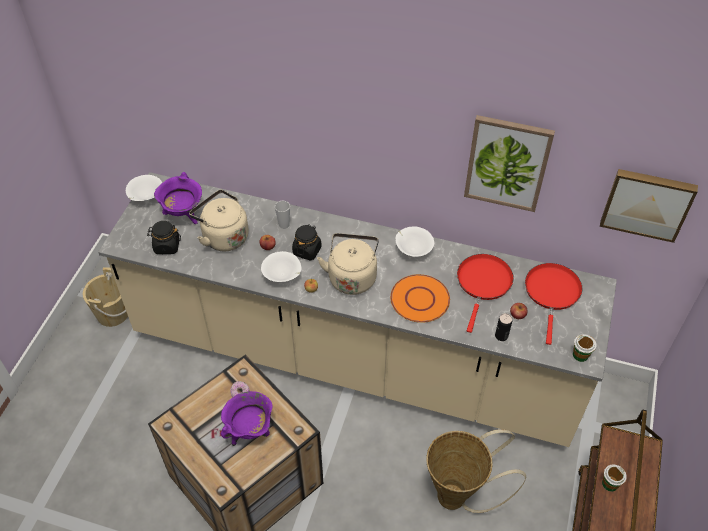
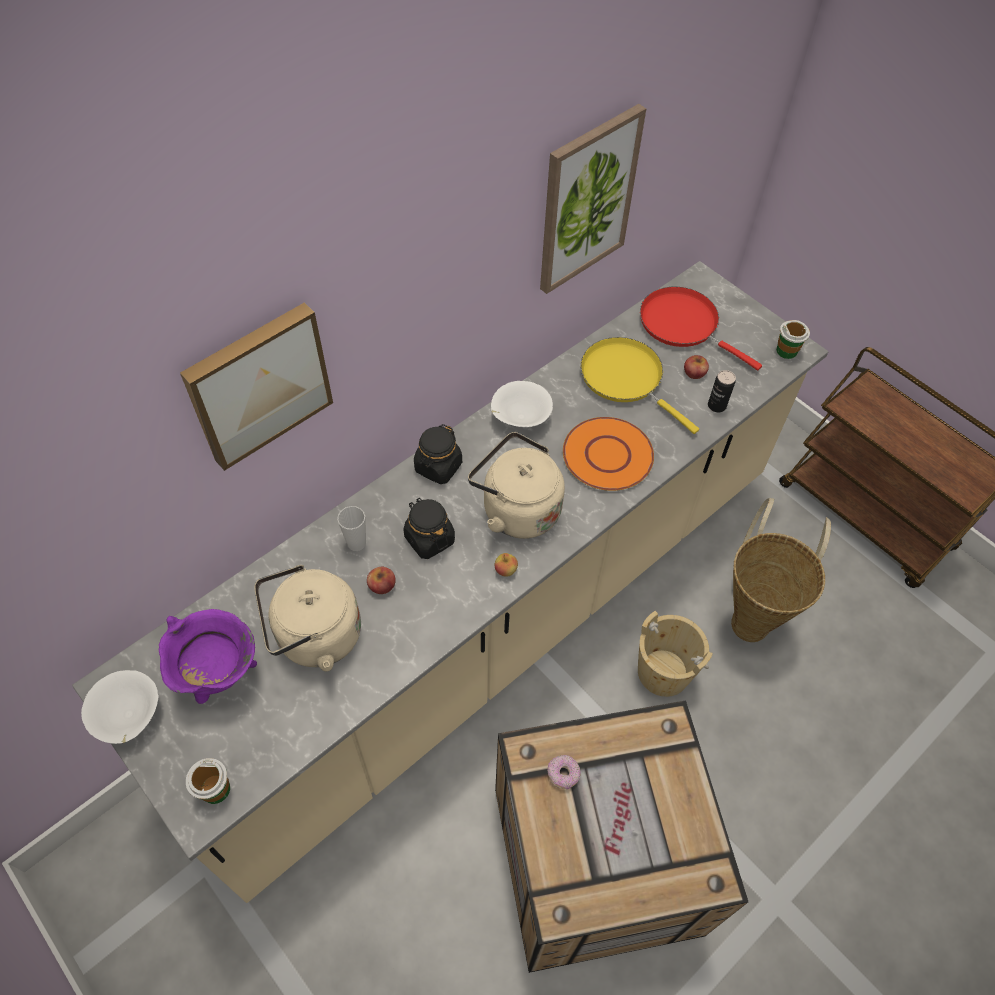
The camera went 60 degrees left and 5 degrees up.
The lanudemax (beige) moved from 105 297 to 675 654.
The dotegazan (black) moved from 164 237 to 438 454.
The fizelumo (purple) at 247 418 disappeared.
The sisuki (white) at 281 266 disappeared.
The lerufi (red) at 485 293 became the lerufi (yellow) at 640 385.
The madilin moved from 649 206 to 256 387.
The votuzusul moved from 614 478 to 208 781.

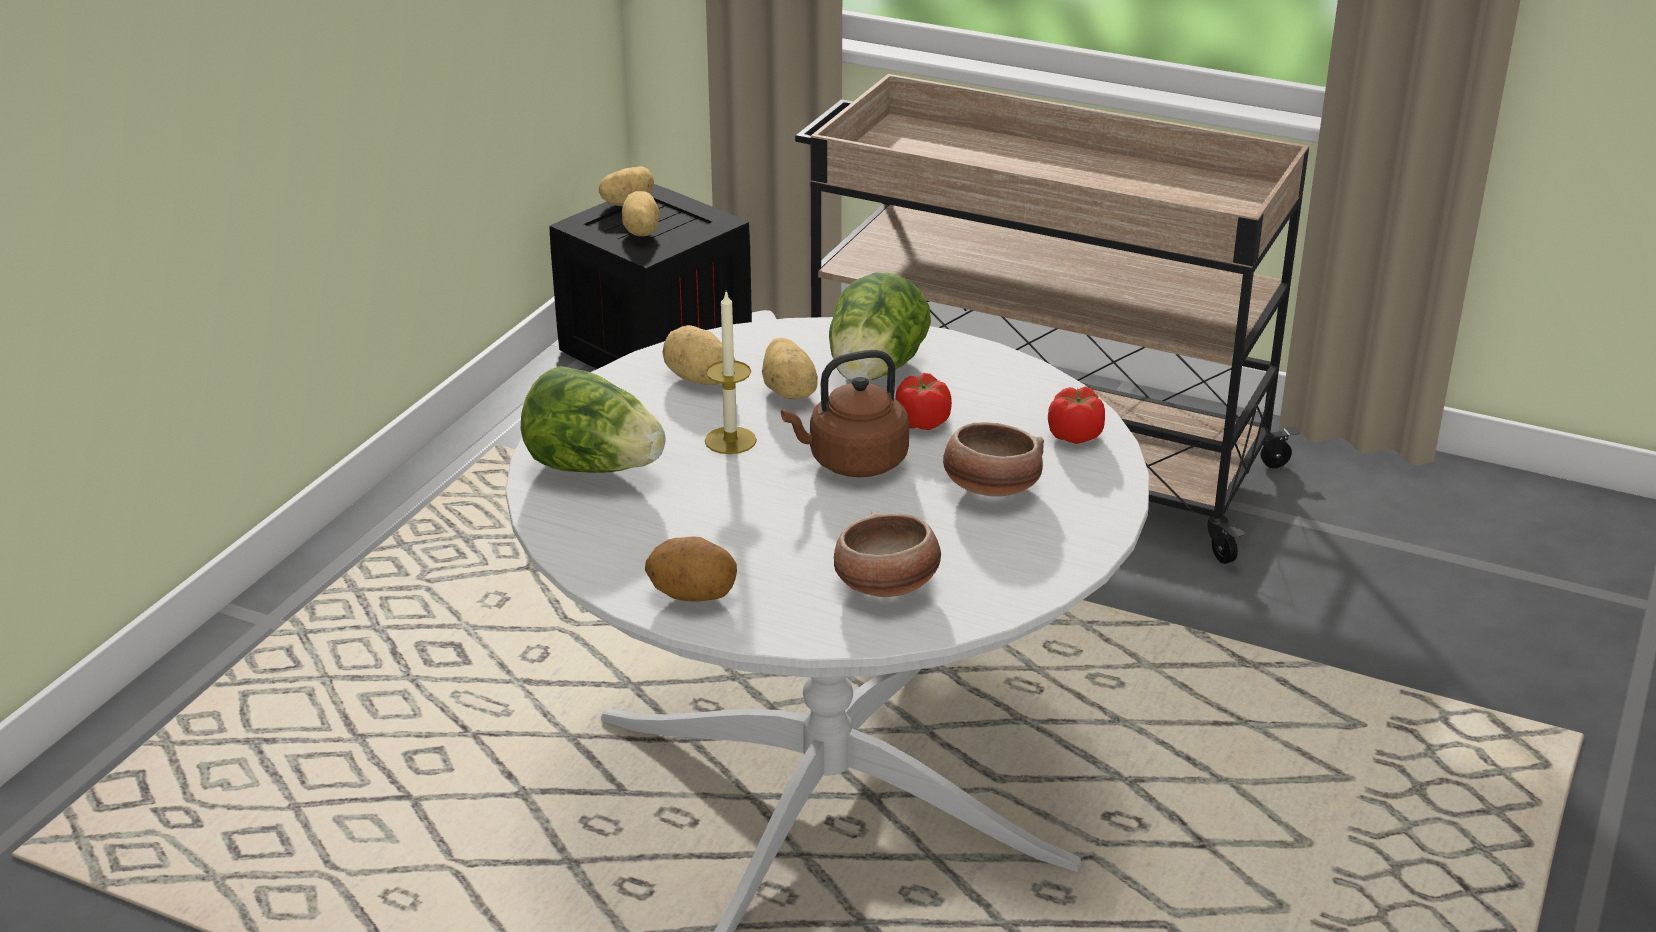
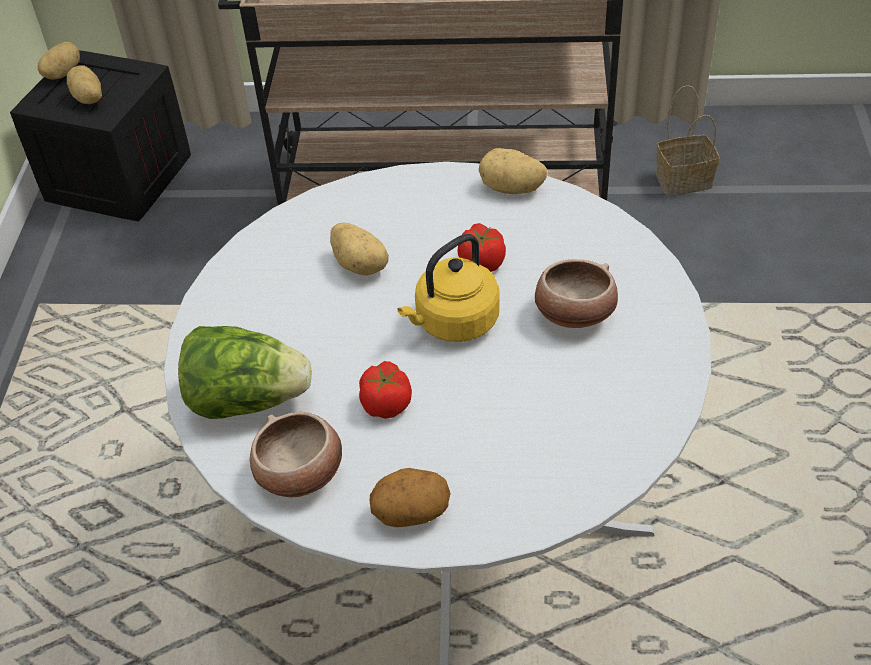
The camera went 20 degrees left and 15 degrees up.
The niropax moved from 699 355 to 513 171.
The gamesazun at 731 372 disappeared.
The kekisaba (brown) at 845 413 became the kekisaba (yellow) at 448 288.
The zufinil at 880 326 disappeared.
The sisuki moved from 887 554 to 296 454.
The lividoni moved from 1076 415 to 385 390.
The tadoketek at 688 140 appeared.

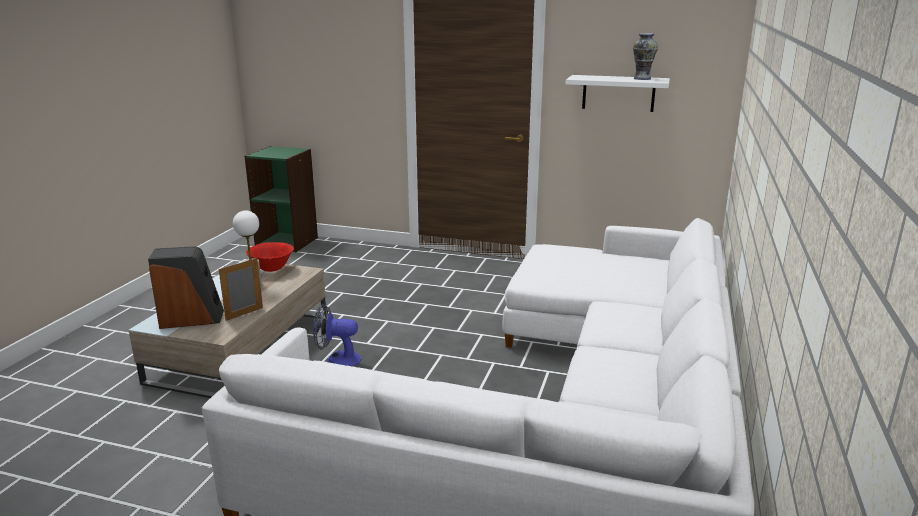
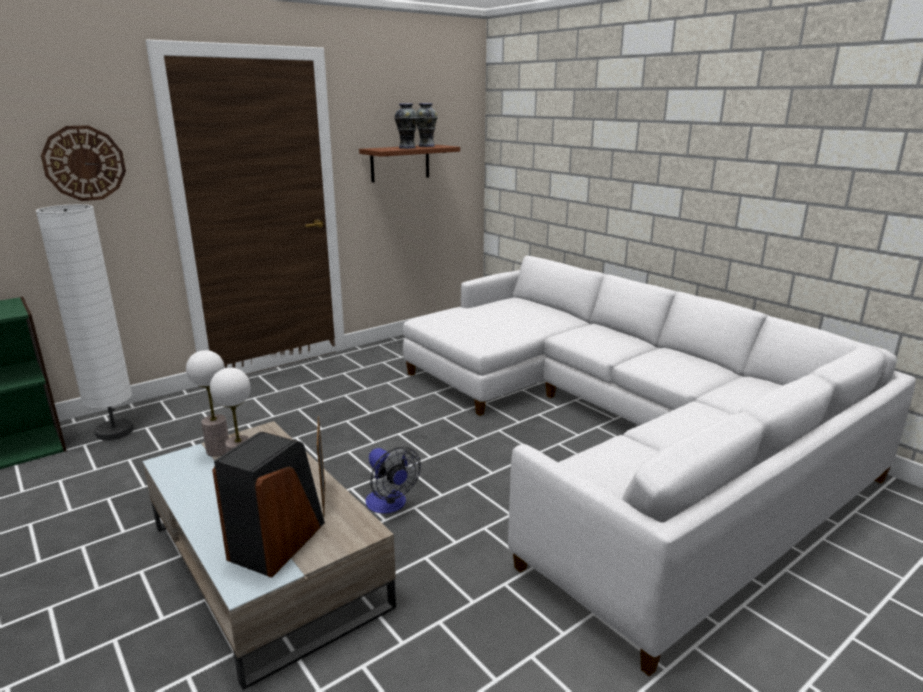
The camera went 55 degrees left and 0 degrees up.
The sisuki (red) at 270 257 was replaced by the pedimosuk at 207 403.
The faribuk at 337 335 turned 75 degrees counterclockwise.
The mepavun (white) at 618 93 became the mepavun (brown) at 409 163.
The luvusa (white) at 84 322 appeared.
The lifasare at 83 163 appeared.
The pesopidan at 406 126 appeared.

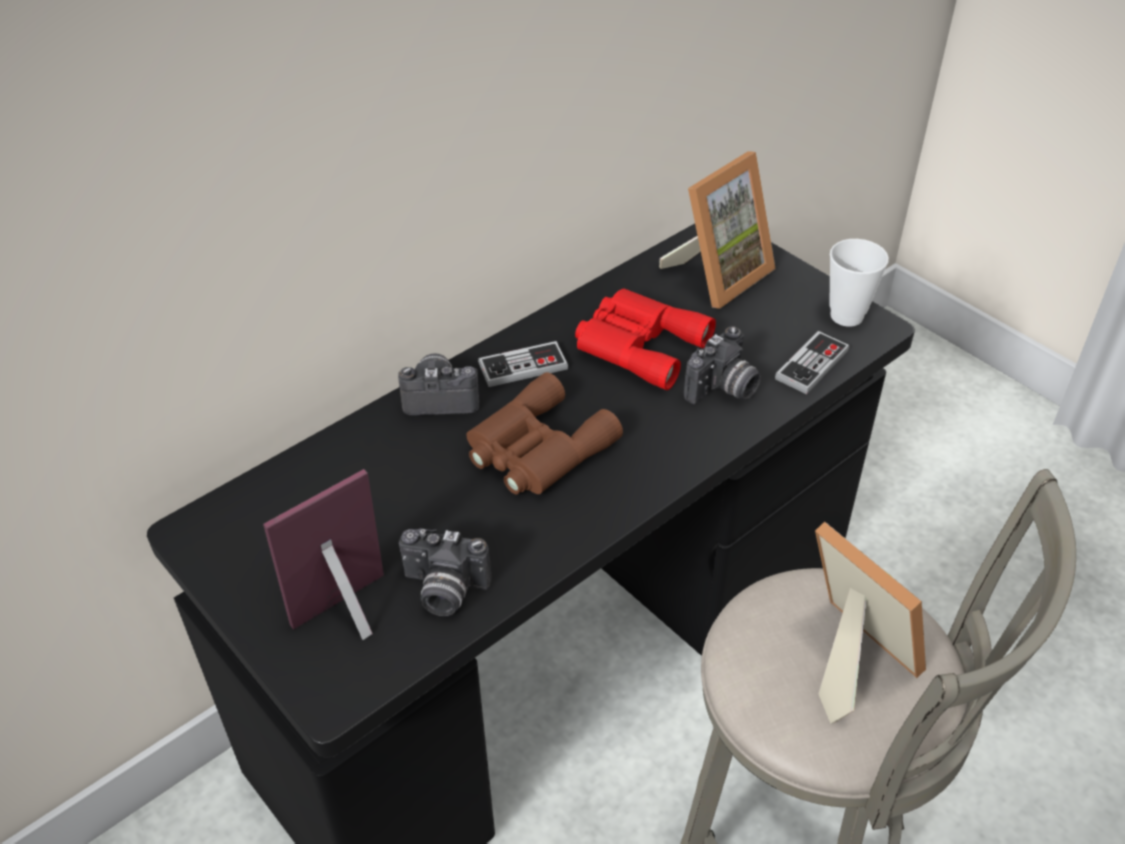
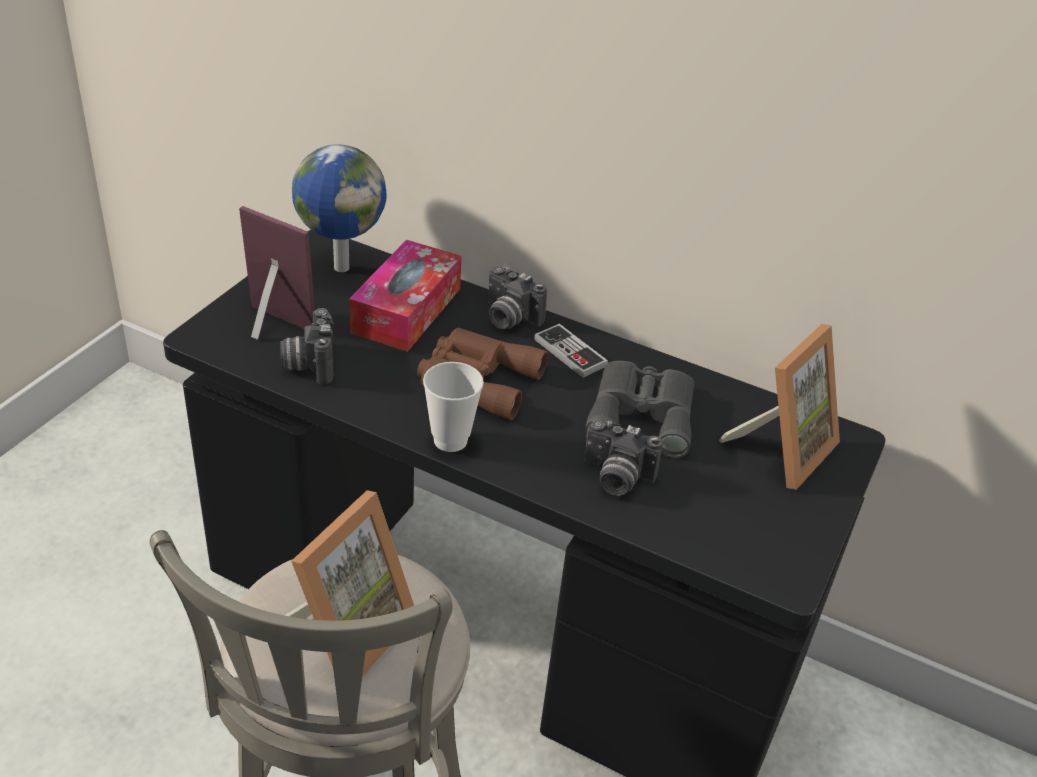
The camera went 65 degrees right and 5 degrees down.
The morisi at 438 384 turned 150 degrees clockwise.
The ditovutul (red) at 645 339 became the ditovutul (grey) at 639 409.
The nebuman at 717 230 turned 75 degrees counterclockwise.
The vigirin at 812 362 disappeared.
The votuzusul moved from 859 283 to 453 407.
The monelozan at 339 208 appeared.
The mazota at 405 296 appeared.

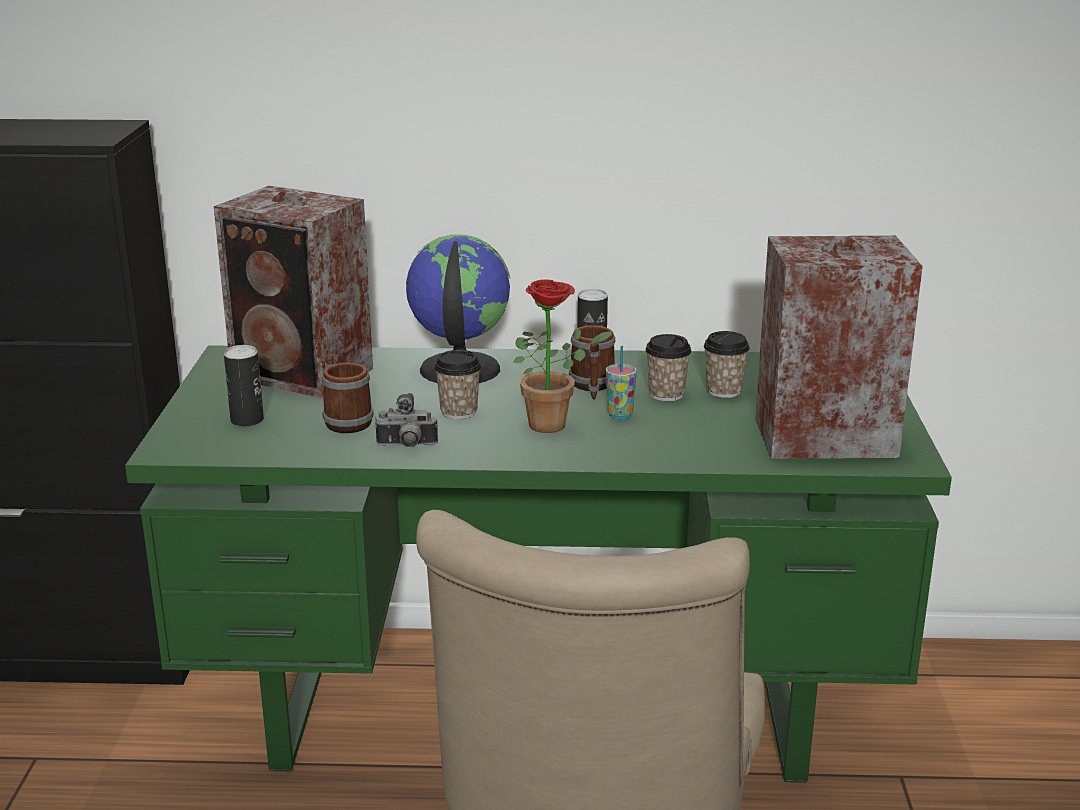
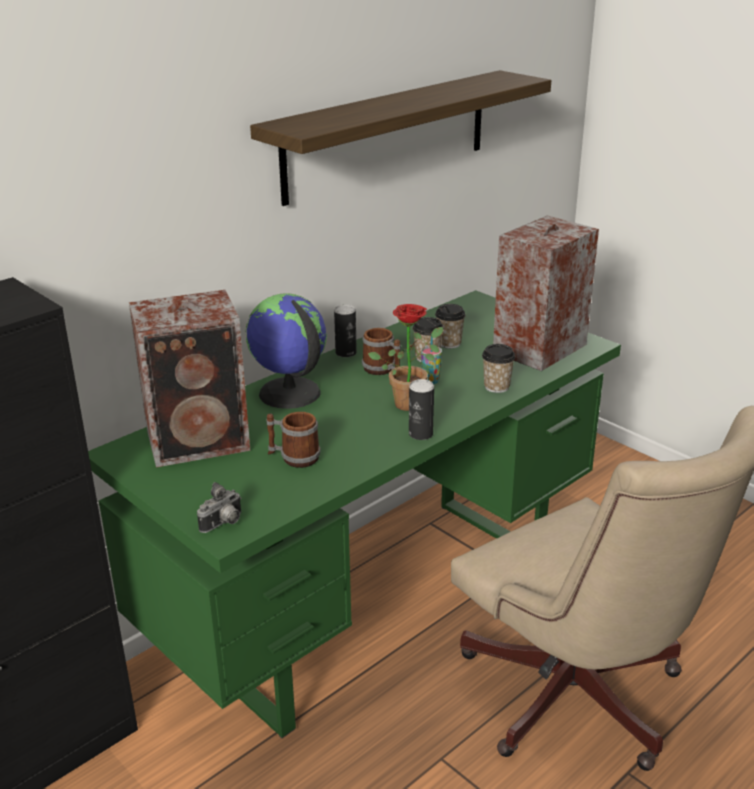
The camera went 45 degrees left and 5 degrees up.
The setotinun moved from 244 386 to 421 409.
The morisi moved from 406 420 to 219 507.
The votuzusul moved from 457 384 to 498 368.
The mepavun at 400 138 appeared.

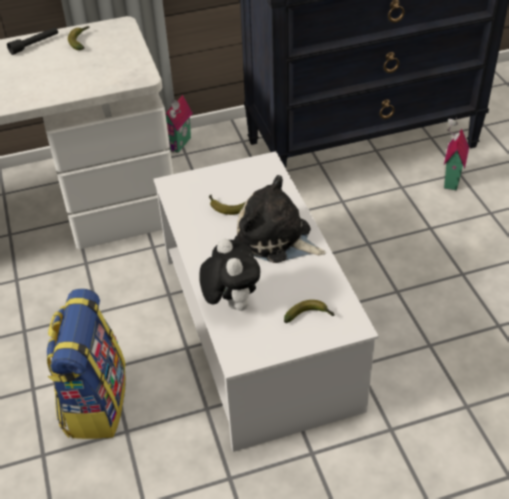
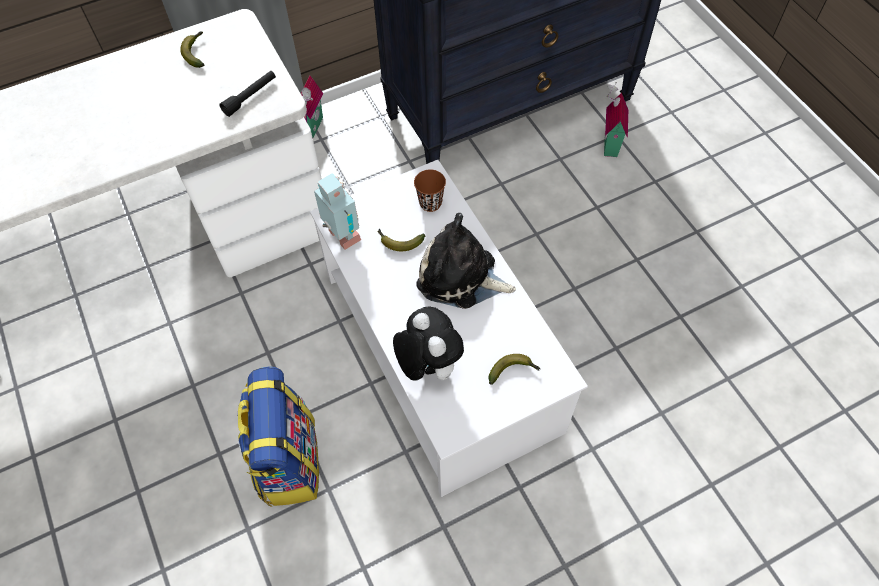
The camera went 10 degrees left and 15 degrees up.
The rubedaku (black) moved from 32 41 to 247 94.
The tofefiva at 337 211 appeared.
The votuzusul (brown) at 430 190 appeared.

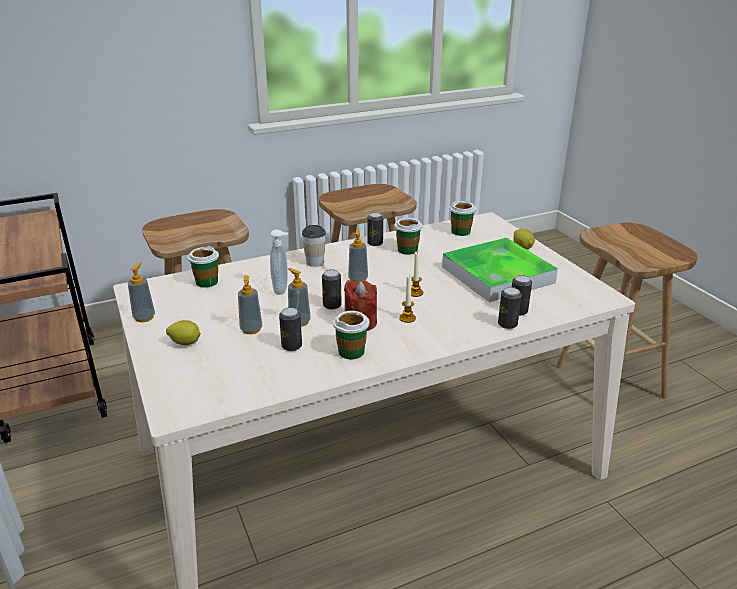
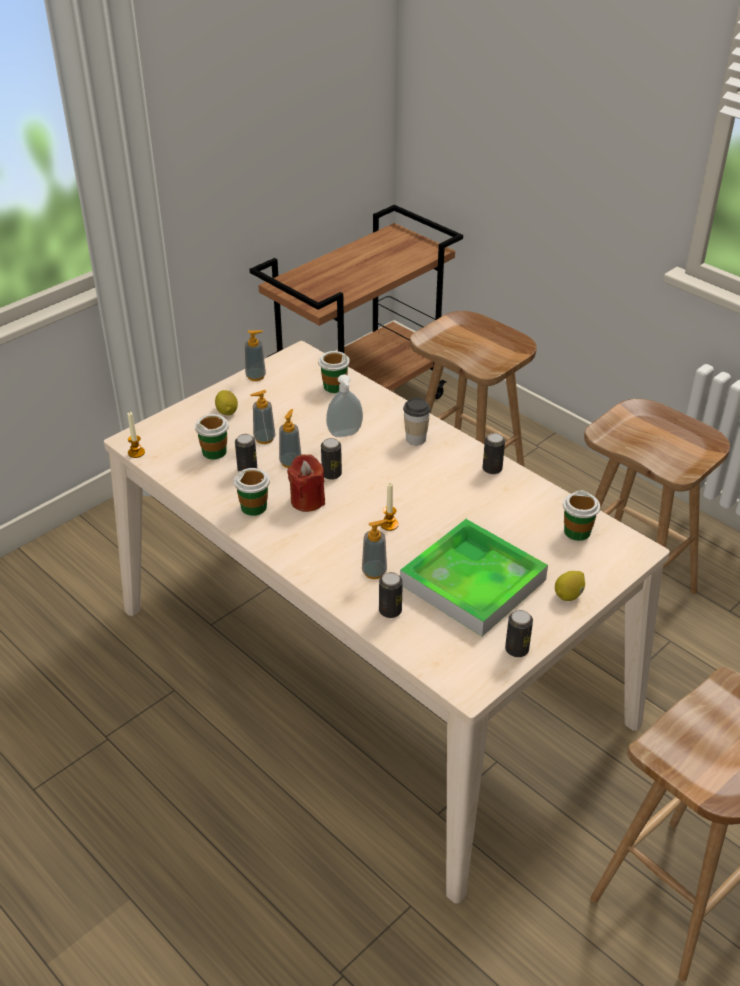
The camera went 70 degrees right and 10 degrees up.
The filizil moved from 358 255 to 374 549.
The votuzusul moved from 408 236 to 212 436.
The gamesazun moved from 407 299 to 136 435.
The setotinun moved from 510 308 to 519 633.

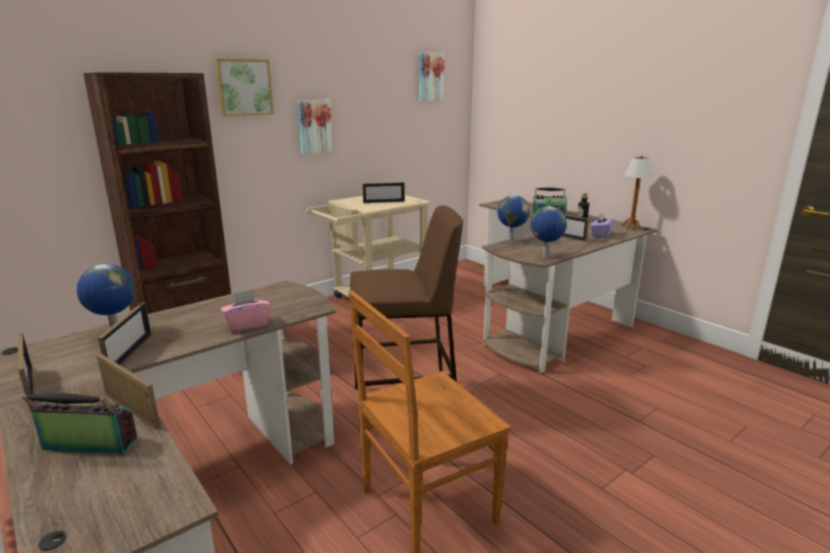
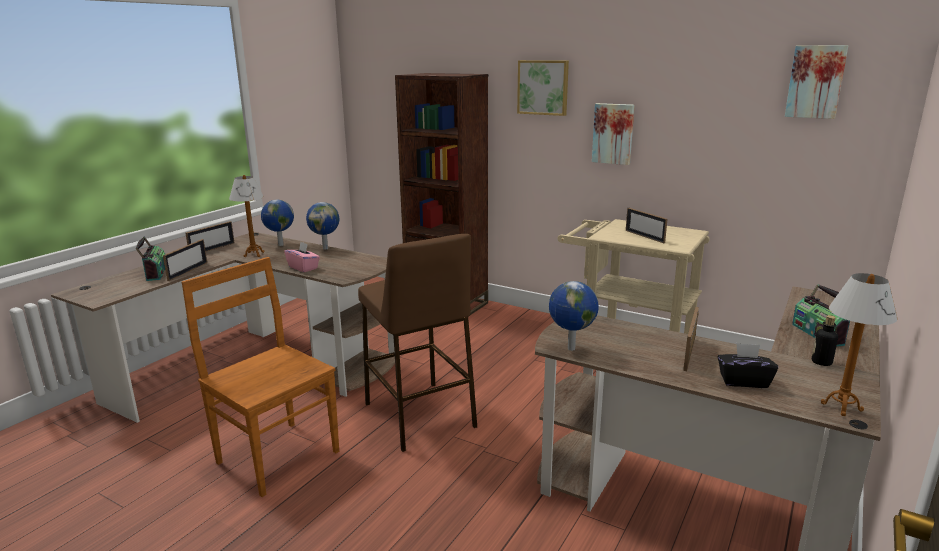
The camera went 70 degrees right and 0 degrees up.
The nebuman at 125 334 was replaced by the pedimosuk at 247 216.
The monelozan moved from 513 218 to 322 225.
The mazota (purple) at 602 225 became the mazota (black) at 748 365.

